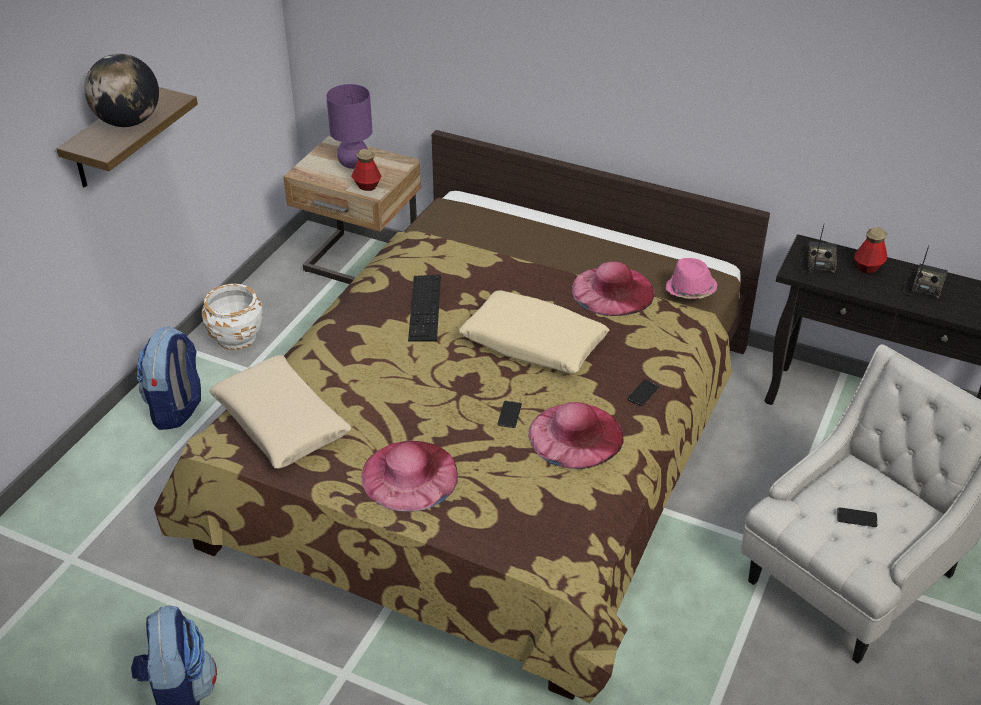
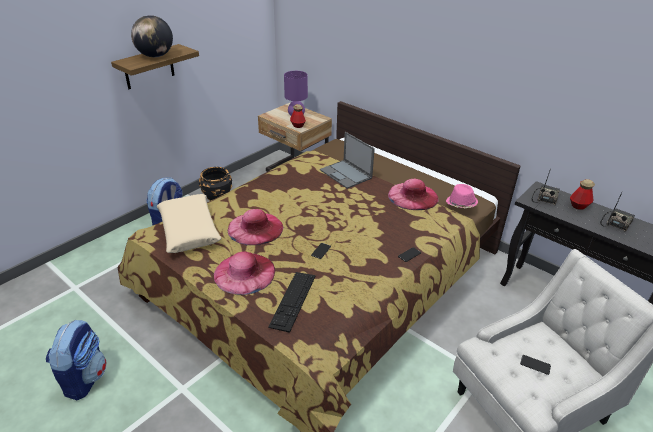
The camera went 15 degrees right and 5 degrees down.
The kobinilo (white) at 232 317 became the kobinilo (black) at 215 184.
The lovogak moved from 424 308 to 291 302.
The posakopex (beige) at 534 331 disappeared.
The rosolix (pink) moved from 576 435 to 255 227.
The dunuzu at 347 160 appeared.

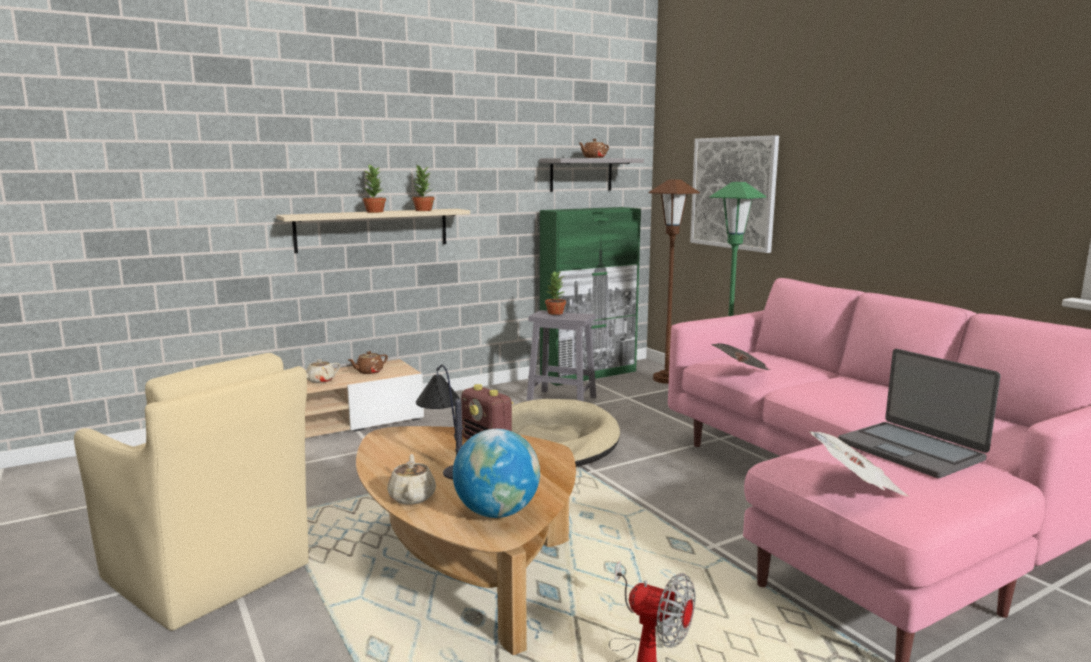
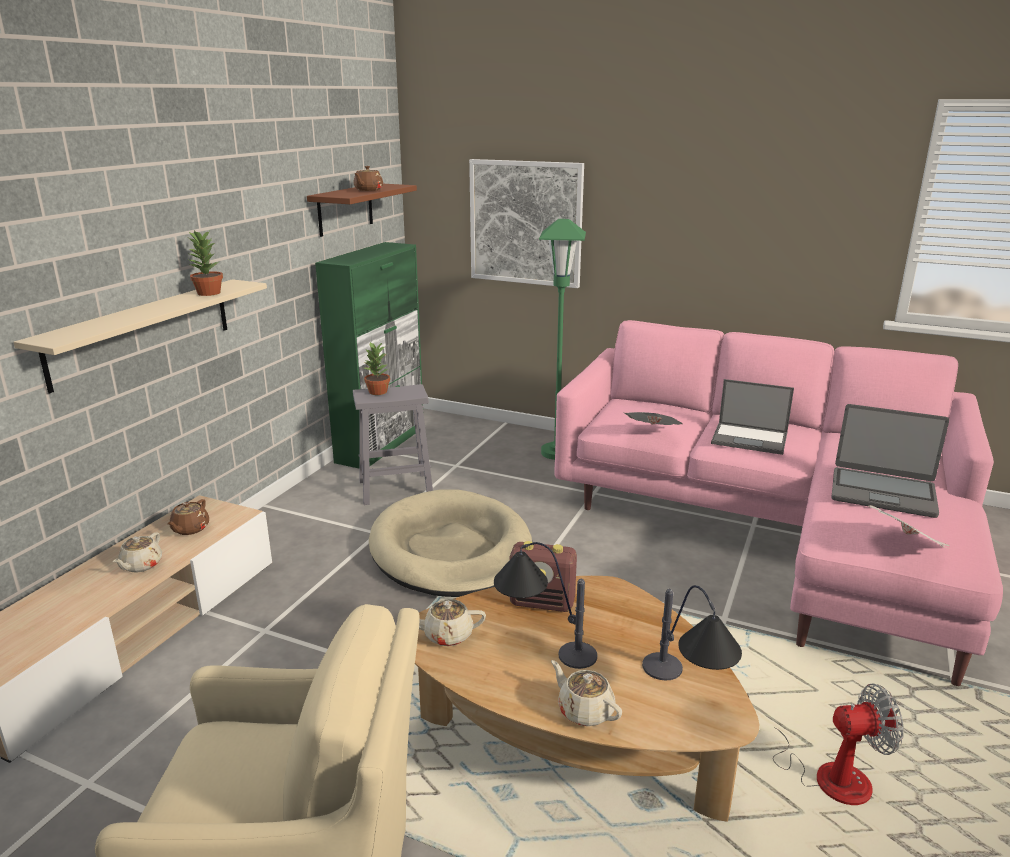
The camera went 35 degrees left and 10 degrees up.
The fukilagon at 374 188 disappeared.
The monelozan at 496 473 was replaced by the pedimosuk at 692 632.
The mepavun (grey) at 592 175 became the mepavun (brown) at 362 210.
The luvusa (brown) at 674 281 disappeared.
The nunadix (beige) at 452 622 appeared.
The dunuzu at 752 417 appeared.

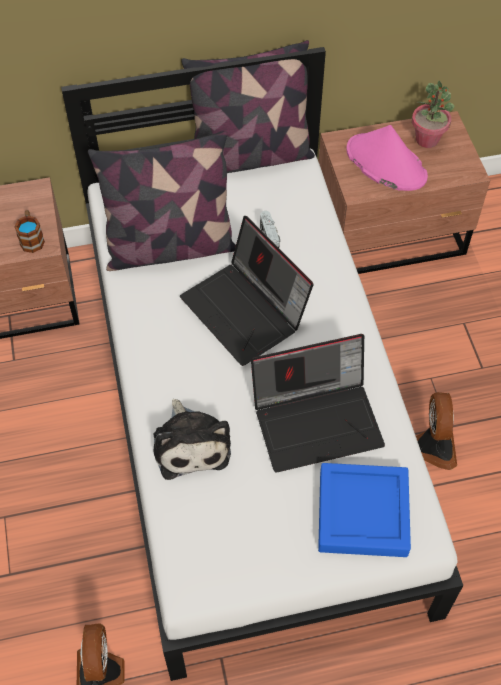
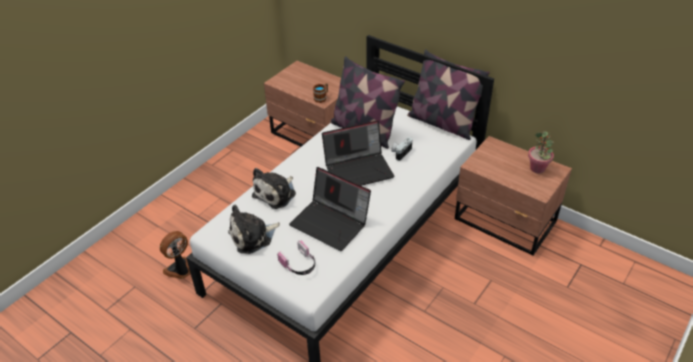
The camera went 50 degrees right and 15 degrees down.
The dunuzu at 247 291 turned 120 degrees counterclockwise.
The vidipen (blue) at 364 510 was replaced by the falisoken at 296 258.
The rosolix (pink) at 387 158 disappeared.
The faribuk at 436 431 disappeared.
The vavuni at 254 229 appeared.

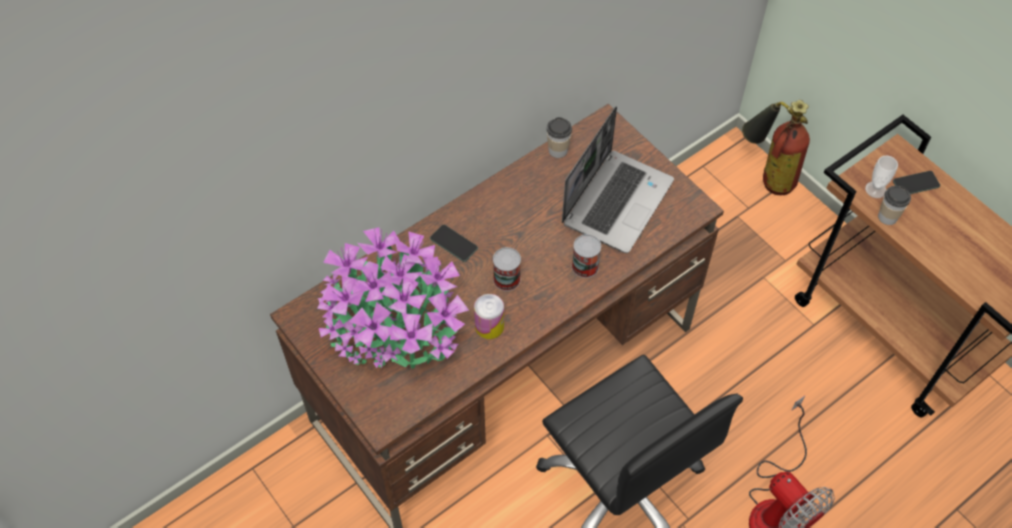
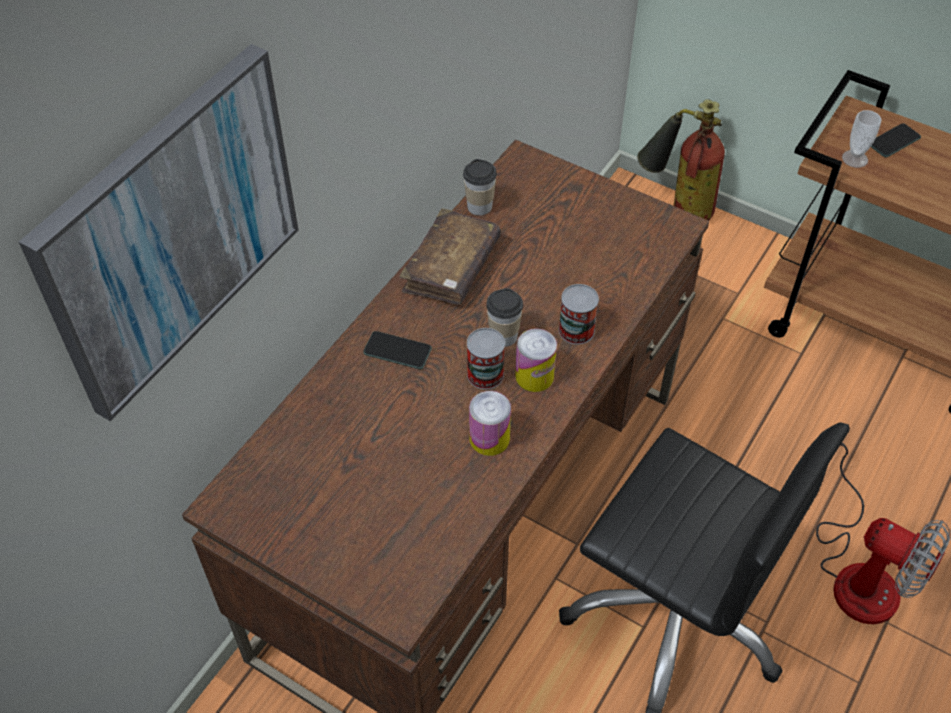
The camera went 20 degrees left and 5 degrees down.
The fukilagon at 393 298 disappeared.
The dunuzu at 618 179 disappeared.
The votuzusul moved from 894 205 to 504 317.
The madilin at 158 232 appeared.
The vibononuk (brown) at 450 256 appeared.
The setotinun at 536 360 appeared.

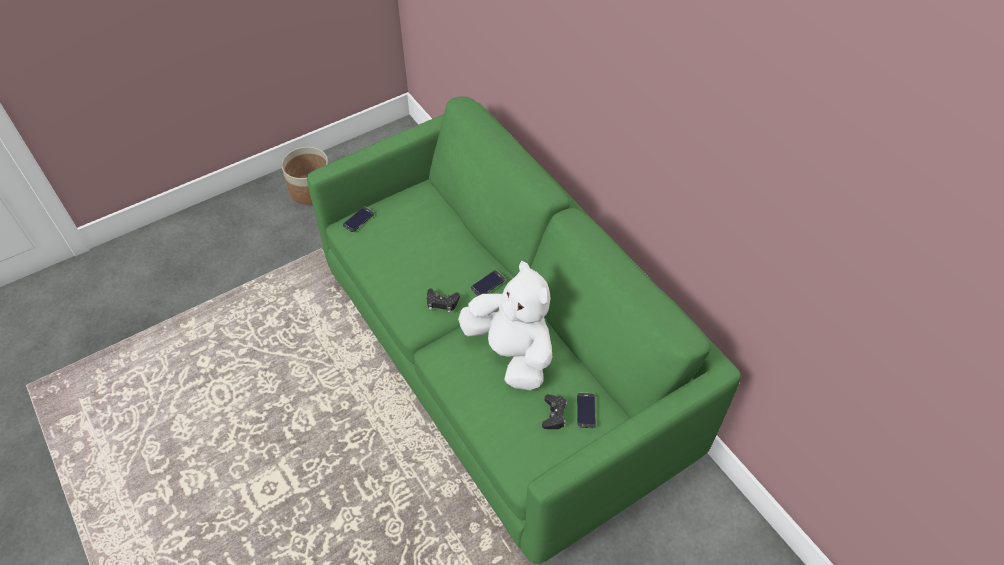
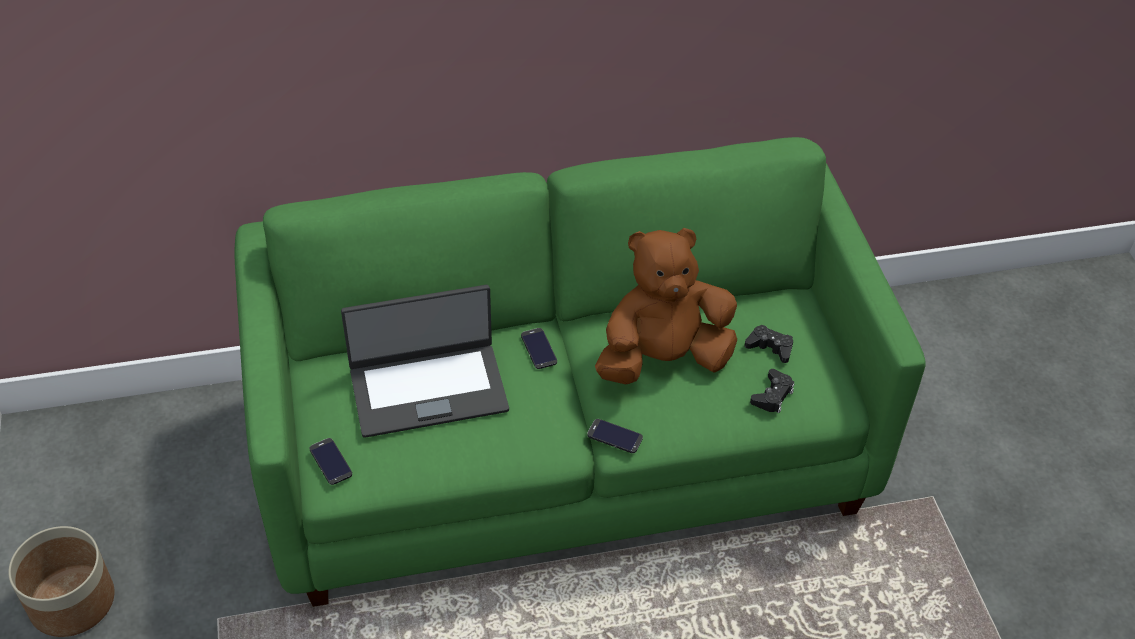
The camera went 70 degrees left and 5 degrees down.
The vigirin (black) moved from 443 300 to 772 391.
The vavuni (white) at 505 325 became the vavuni (brown) at 666 306.
The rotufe moved from 586 410 to 615 436.
The dunuzu at 425 361 appeared.

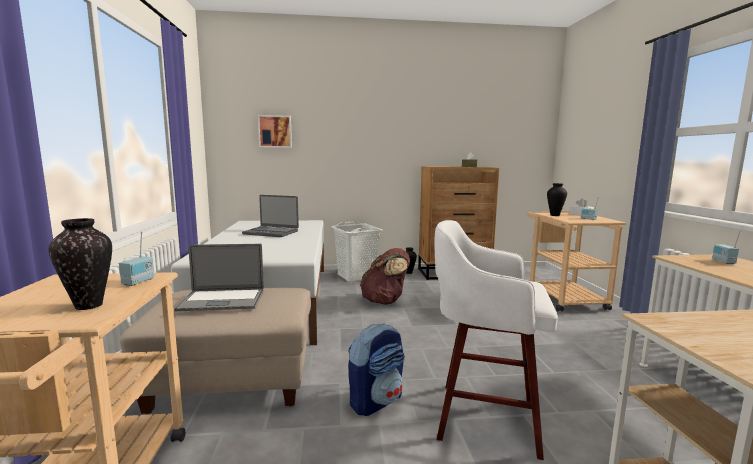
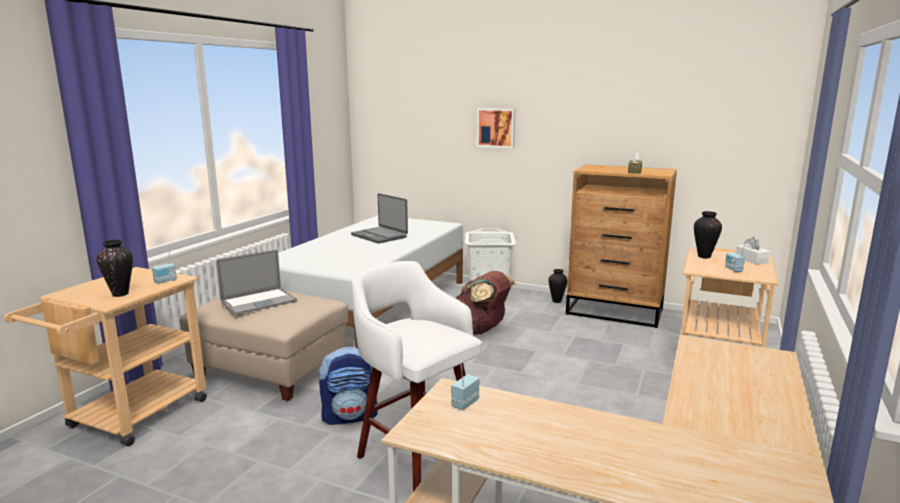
The camera went 30 degrees right and 5 degrees up.
The dunuzu at 219 277 turned 60 degrees counterclockwise.
The madilin moved from 275 131 to 496 128.
The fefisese moved from 726 247 to 465 386.

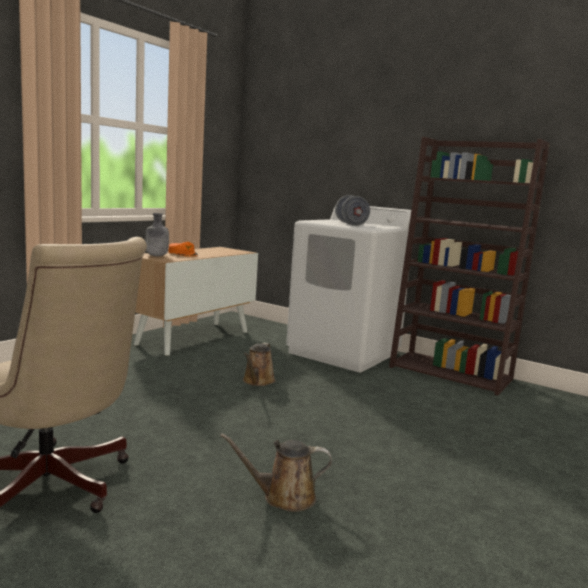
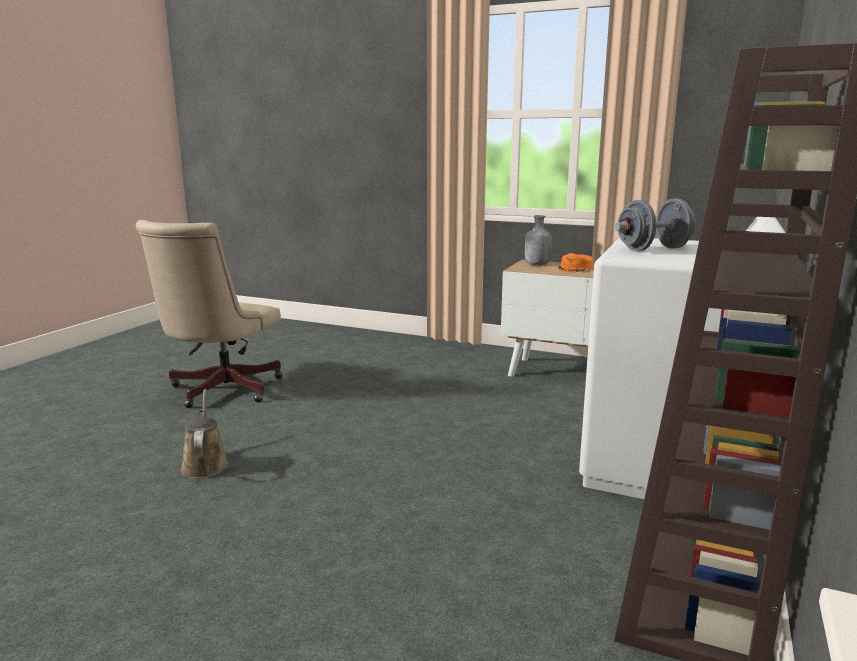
The camera went 80 degrees right and 5 degrees up.
The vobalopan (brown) at 259 364 disappeared.

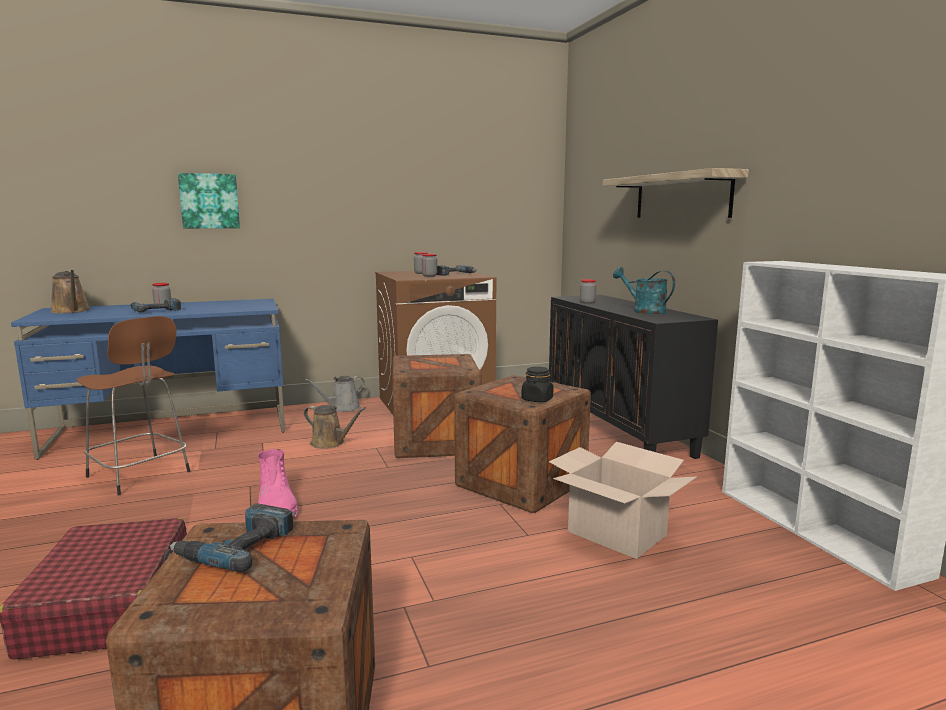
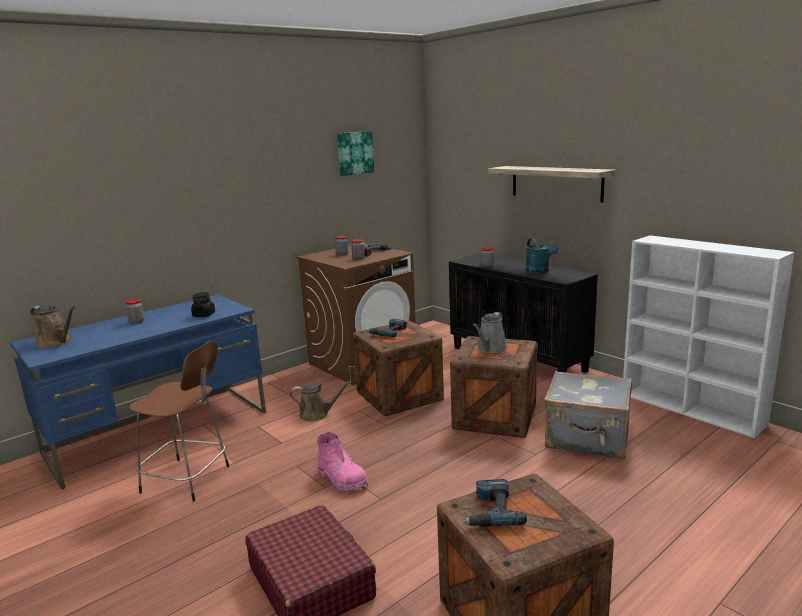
The camera went 20 degrees left and 5 degrees up.
The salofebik moved from 155 305 to 386 328.
The madilin moved from 209 200 to 356 153.
The vobalopan (grey) moved from 335 394 to 490 332.
The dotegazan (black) moved from 537 384 to 203 304.
The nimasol at 623 500 was replaced by the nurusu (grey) at 588 415.
The vobalopan (turquoise) at 644 291 turned 135 degrees counterclockwise.

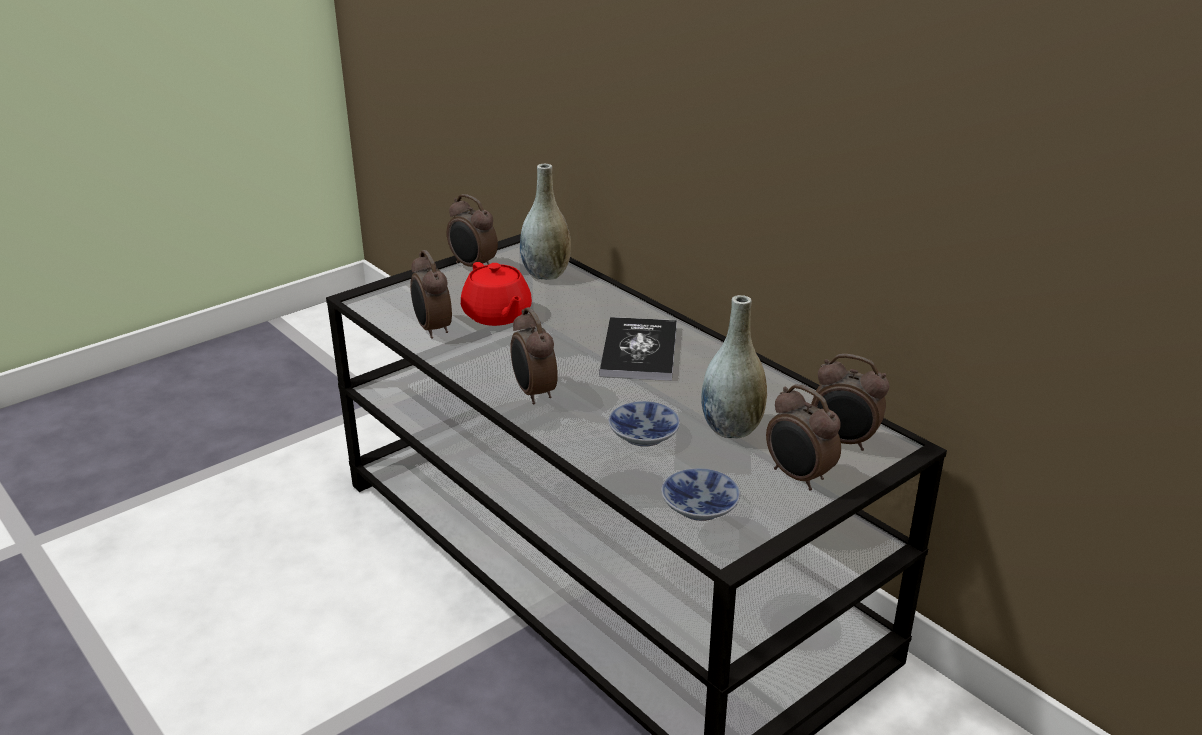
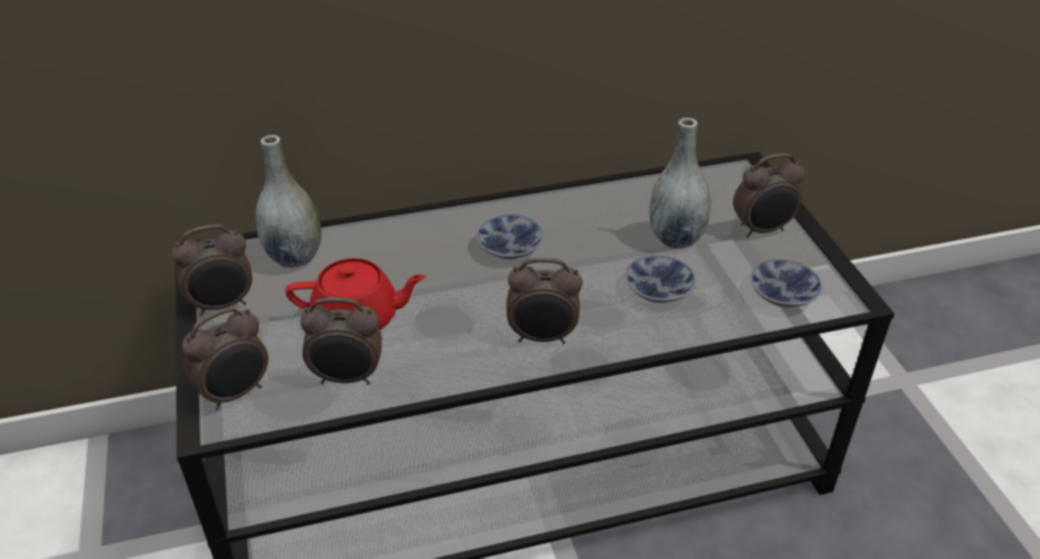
The camera went 65 degrees left and 10 degrees up.
The vibononuk at 638 349 was replaced by the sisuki at 509 237.
The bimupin moved from 850 402 to 225 358.

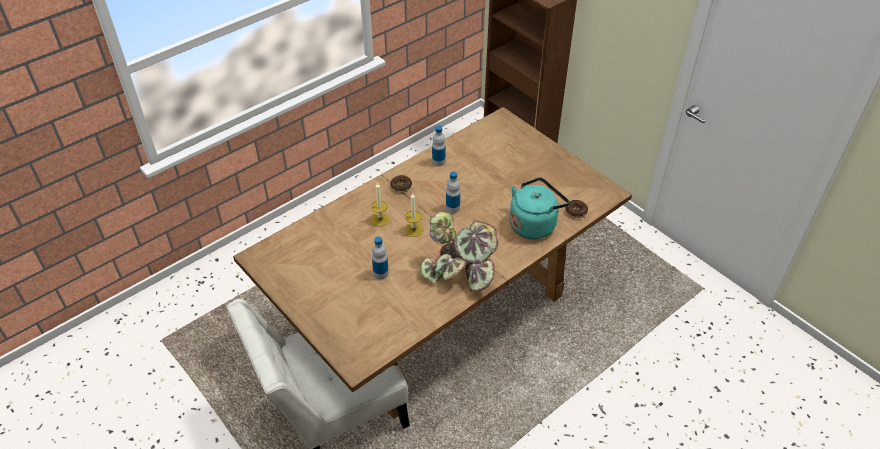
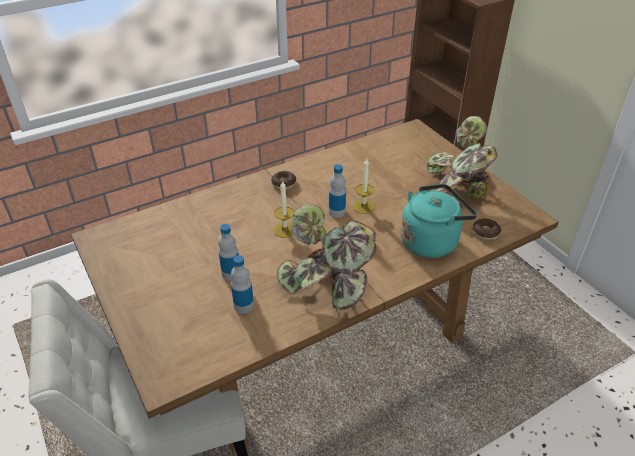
The camera went 10 degrees right and 5 degrees down.
The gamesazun moved from 380 204 to 364 186.
The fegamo moved from 439 146 to 242 284.
The fukilagon at 462 157 appeared.

